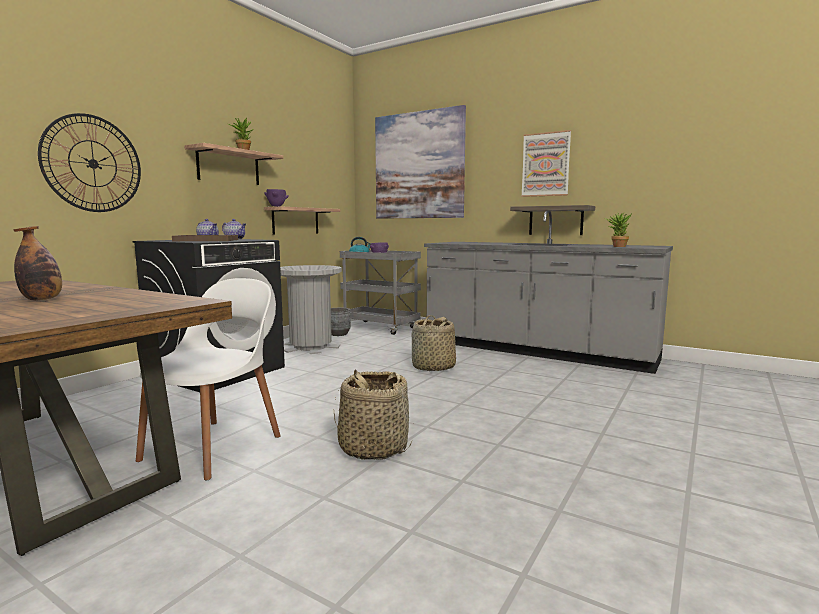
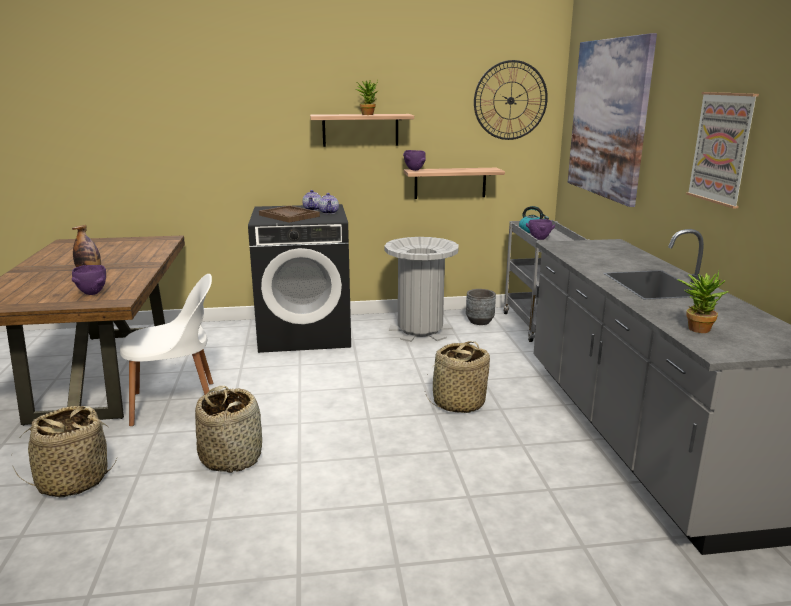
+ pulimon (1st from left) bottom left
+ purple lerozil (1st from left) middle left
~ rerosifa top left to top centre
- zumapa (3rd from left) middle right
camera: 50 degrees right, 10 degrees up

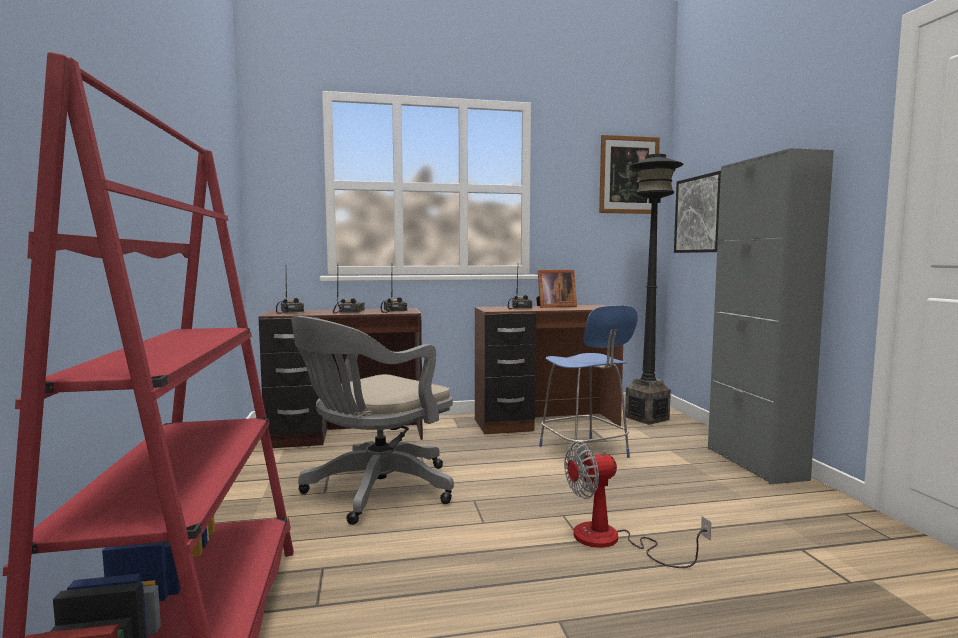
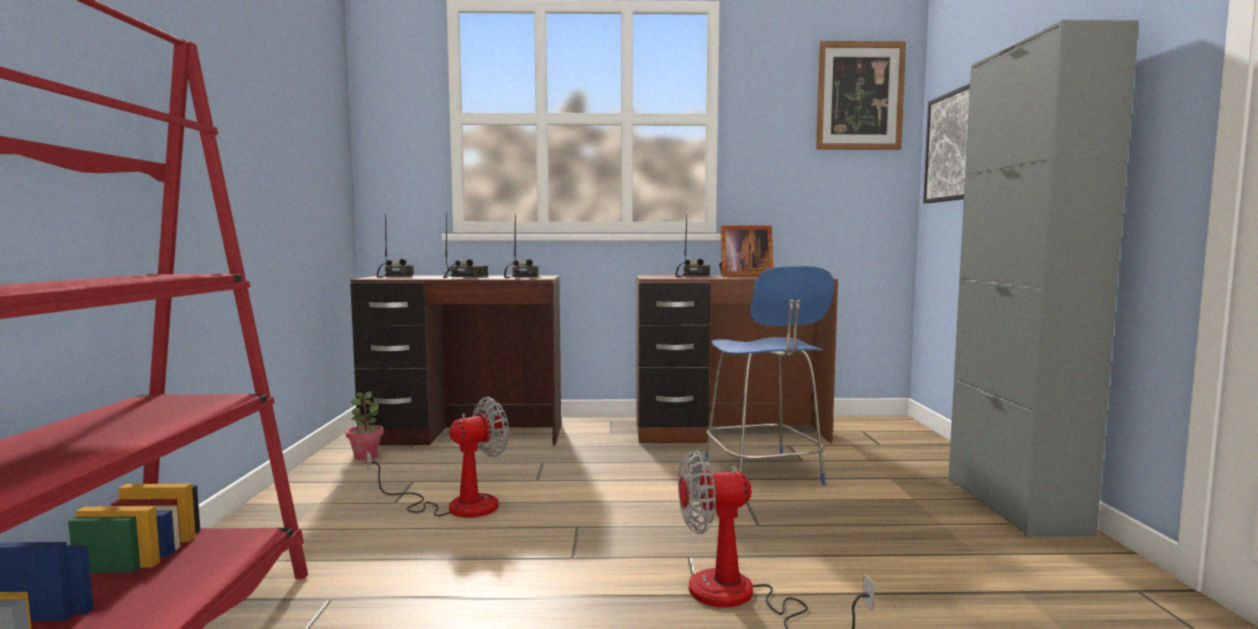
+ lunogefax bottom left
~ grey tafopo centre to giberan (1st from left) bottom centre
- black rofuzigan middle right
camera: 10 degrees right, 0 degrees up

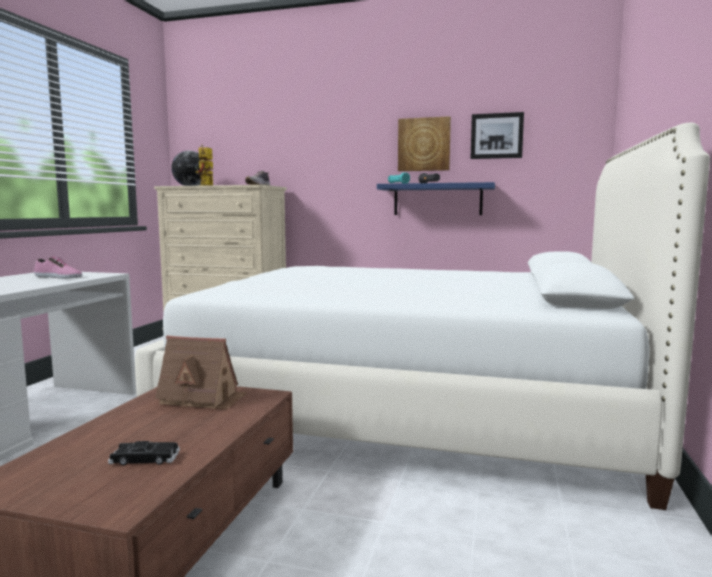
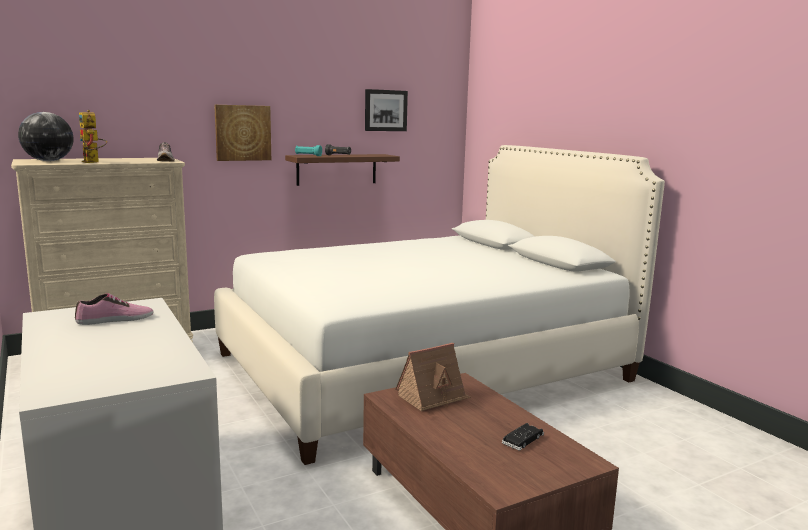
~ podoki (1st from left) top centre to top left
~ blue zumapa centre to brown zumapa top centre
camera: 45 degrees left, 5 degrees up

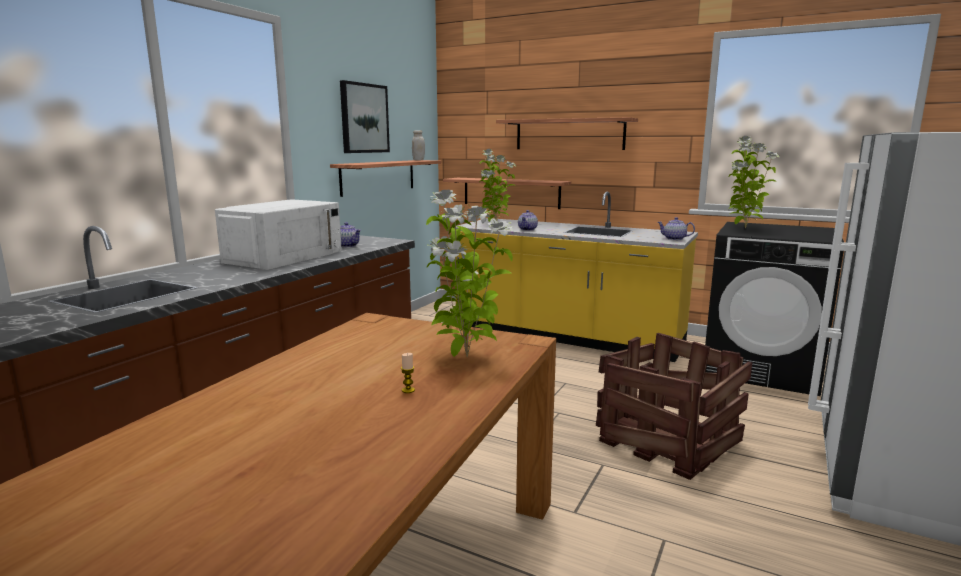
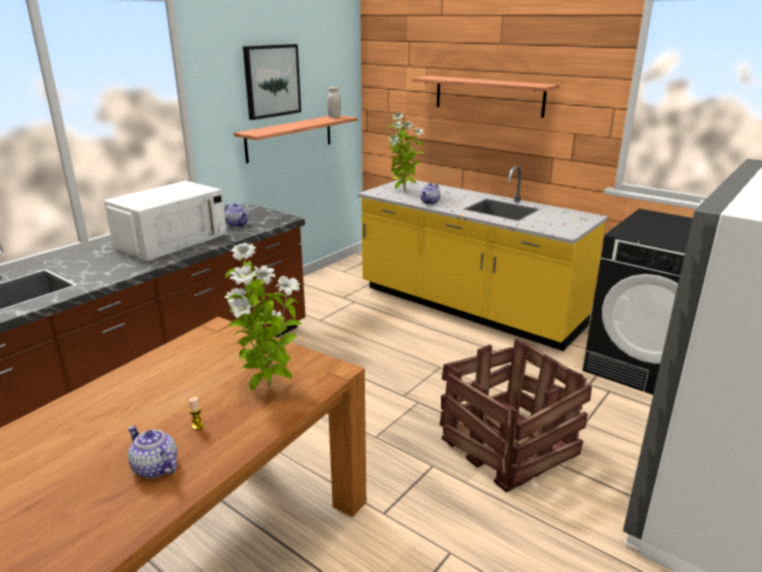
~ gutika (3rd from left in the first image) middle right to gutika (1st from left) bottom left
- zumapa (2nd from left) centre
- lunogefax (3rd from left) top right
camera: 10 degrees right, 10 degrees up

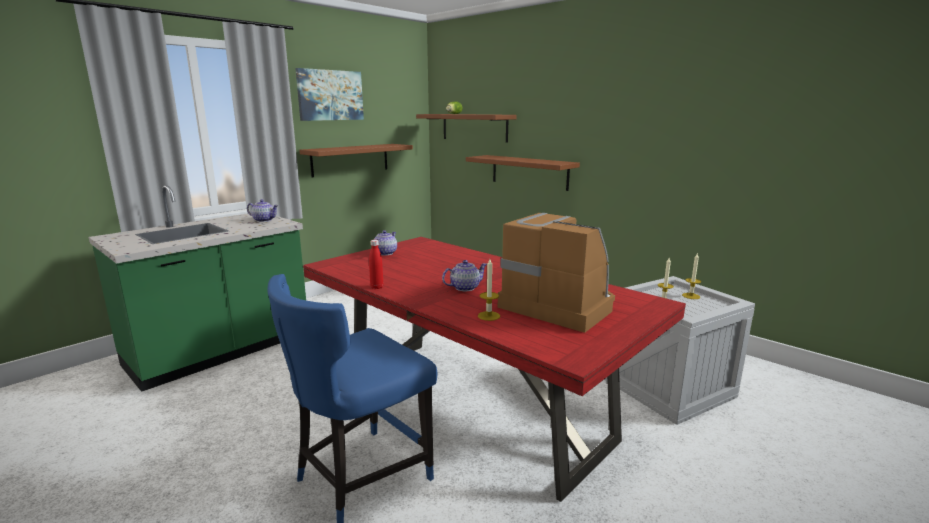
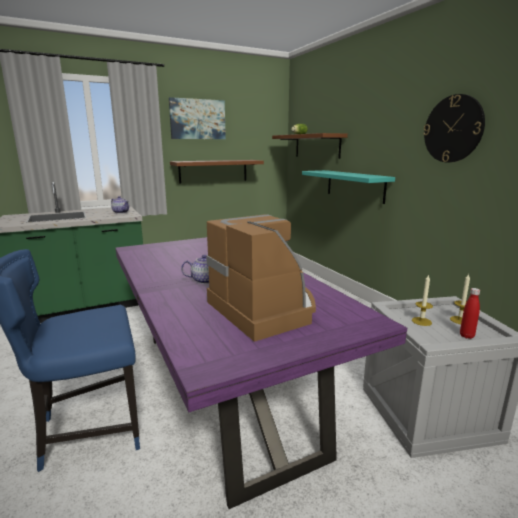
~ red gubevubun bottom centre to purple gubevubun bottom centre
~ brown zumapa (3rd from left) top centre to turquoise zumapa middle right
+ rerosifa top right
~ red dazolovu centre to middle right
- gutika (2nd from left) centre
- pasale (1st from left) centre
camera: 20 degrees right, 0 degrees up

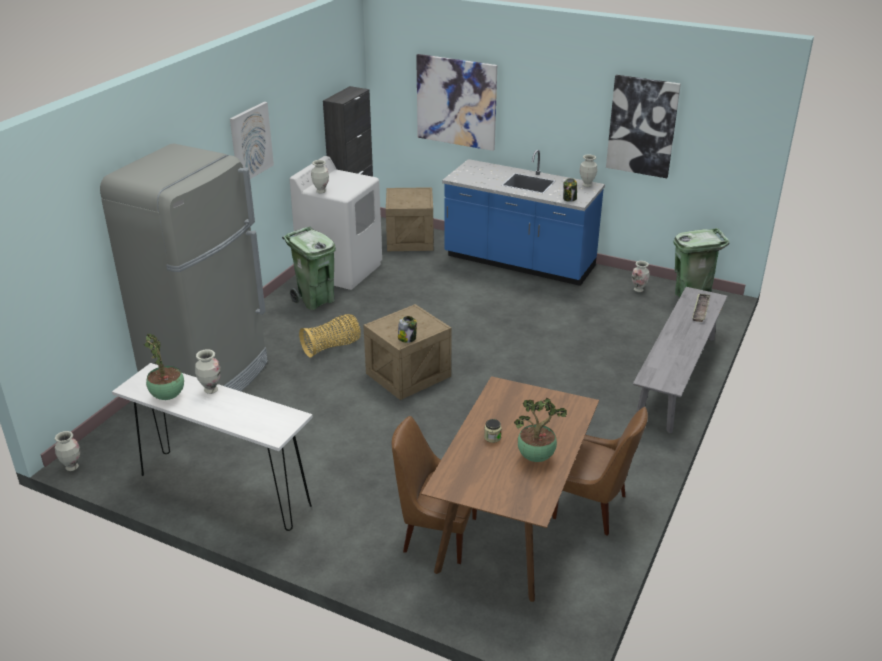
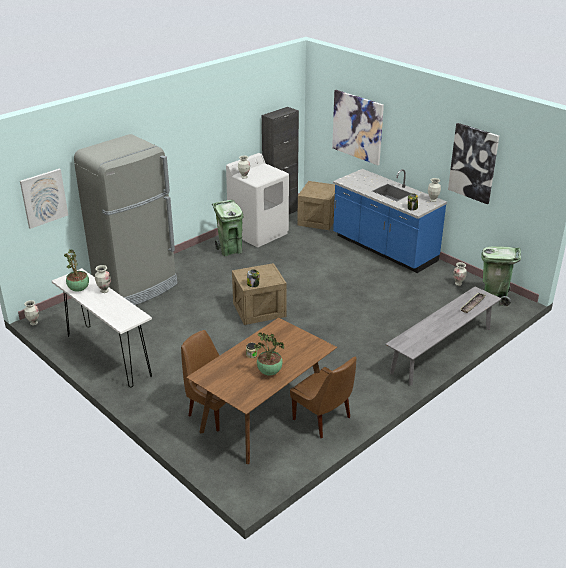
~ podoki (1st from left) top left to middle left
- pulimon centre
camera: 20 degrees right, 0 degrees up

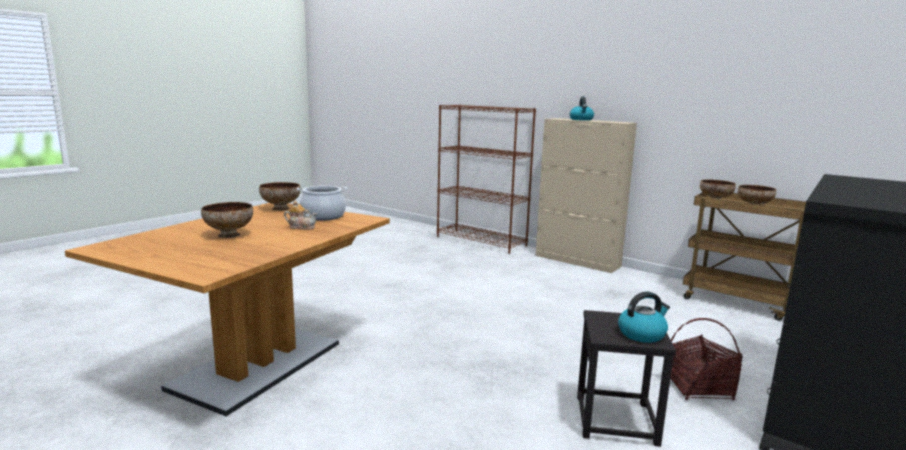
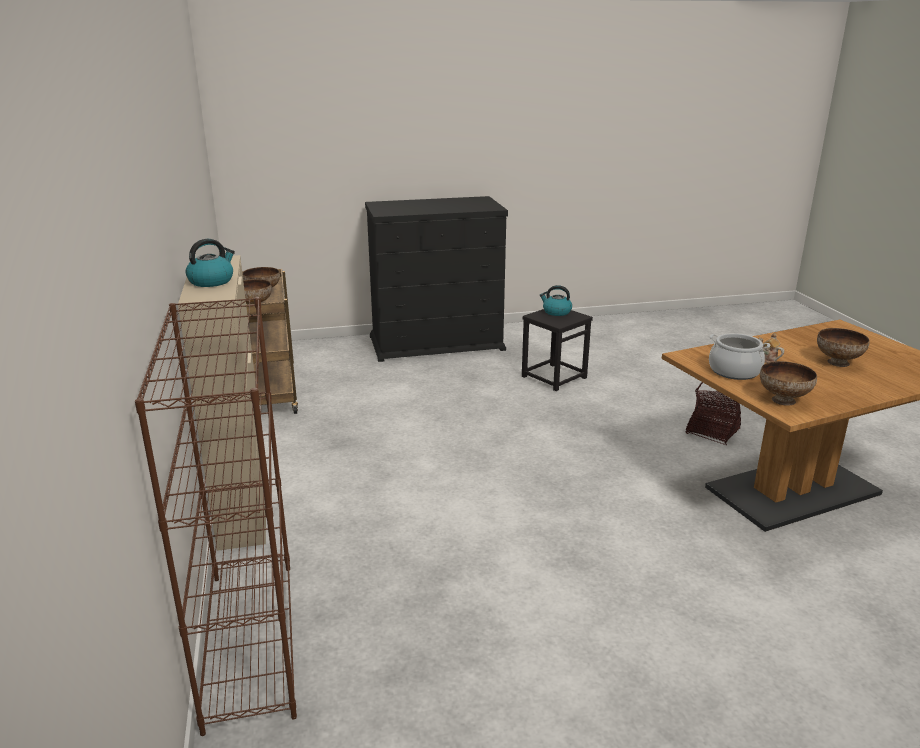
~ pulimon bottom right to middle right
camera: 140 degrees left, 10 degrees up

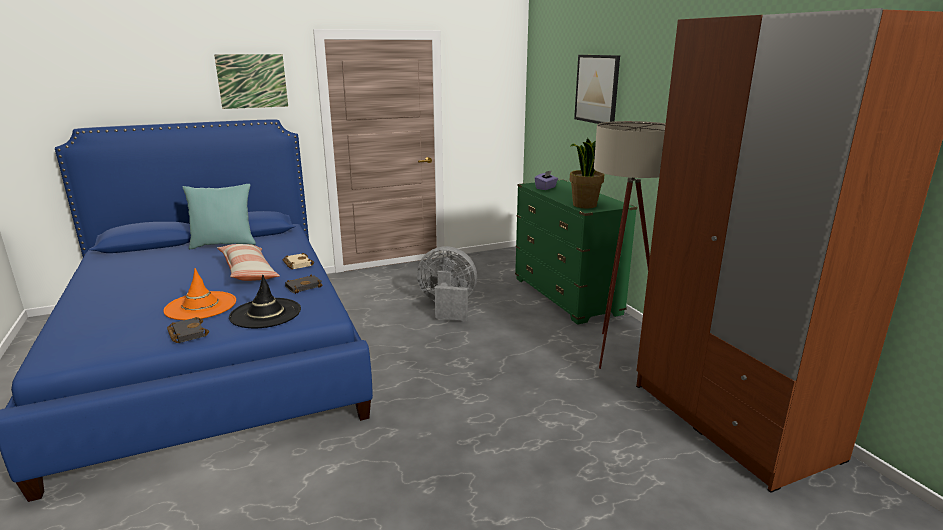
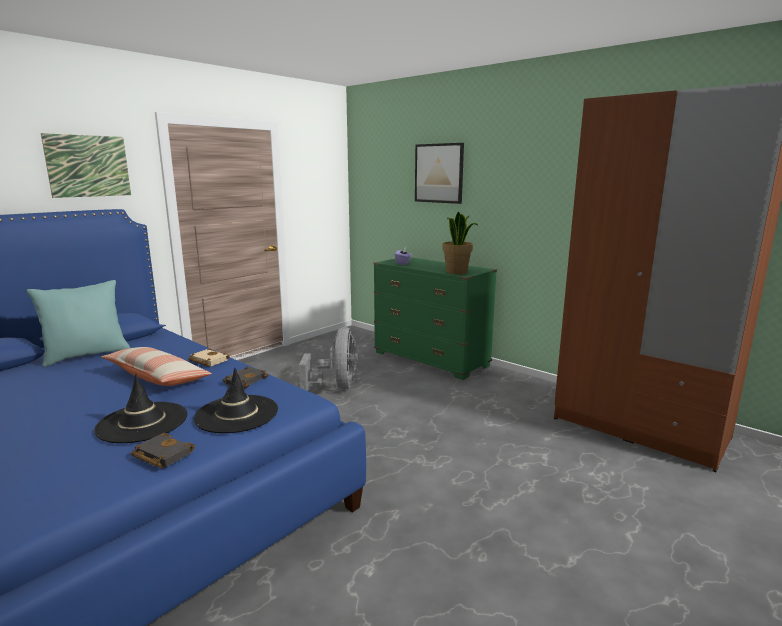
~ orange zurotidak middle left to black zurotidak (1st from left) middle left
~ grey giberan centre = centre 105 degrees clockwise
- beige rofuzigan middle right
camera: 25 degrees left, 5 degrees down

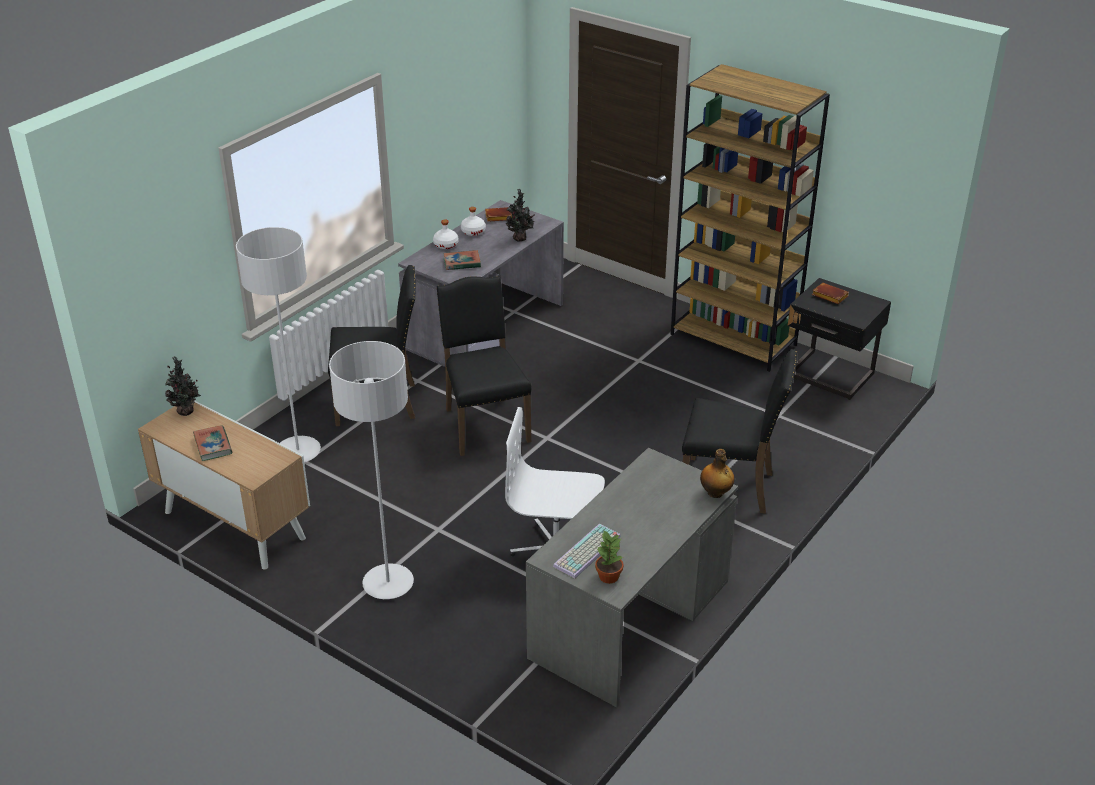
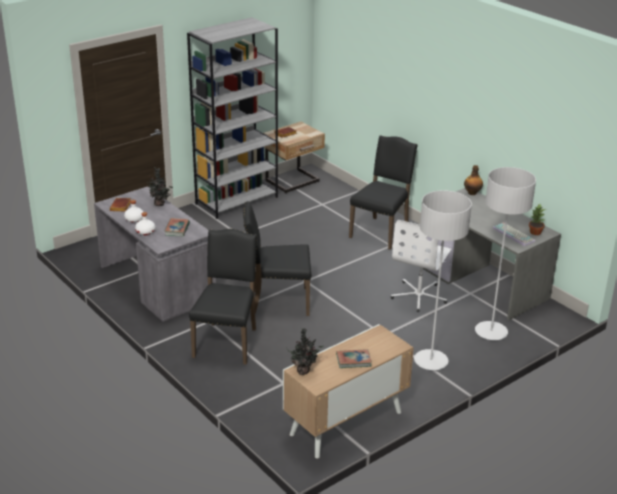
~ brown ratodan top right to grey ratodan top centre
~ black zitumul middle right to beige zitumul top centre
~ grey rofuzigan (1st from left in the first image) middle left to grey rofuzigan (2nd from left) middle right
camera: 75 degrees left, 5 degrees down

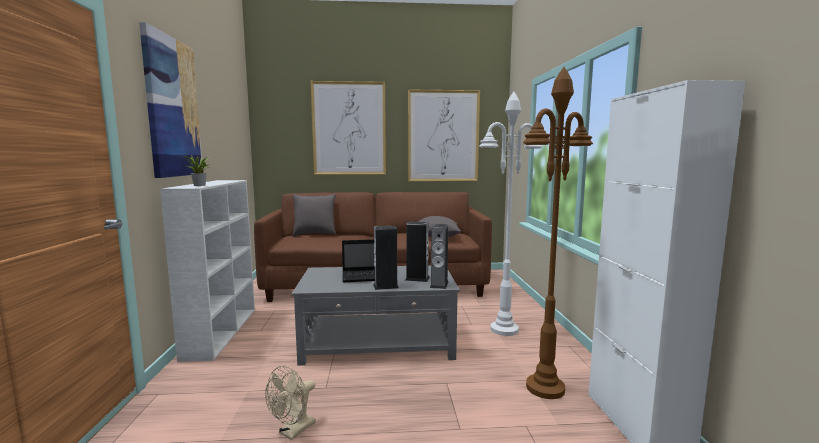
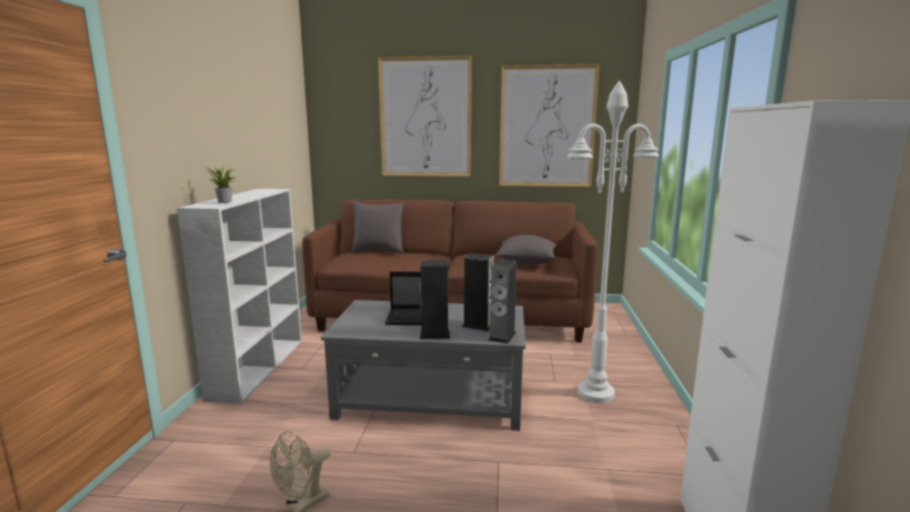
- podoki (1st from left) top left
- brown rofuzigan middle right
camera: 10 degrees right, 5 degrees up

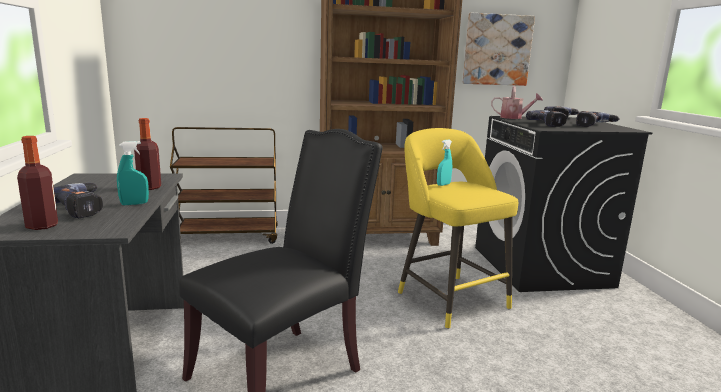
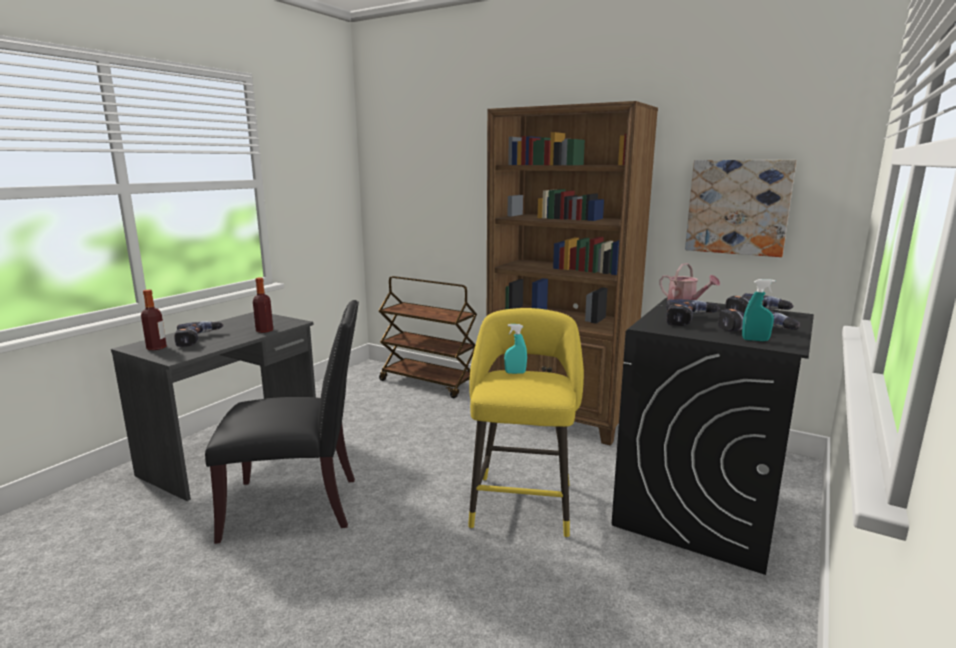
~ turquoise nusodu (1st from left in the first image) middle left to turquoise nusodu (2nd from left) middle right
camera: 40 degrees right, 0 degrees up

